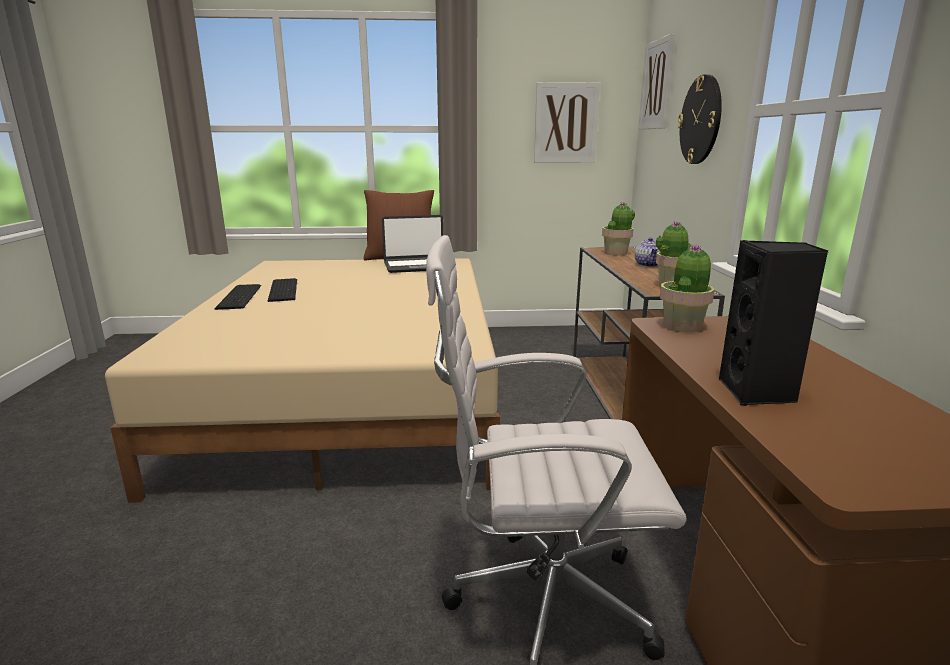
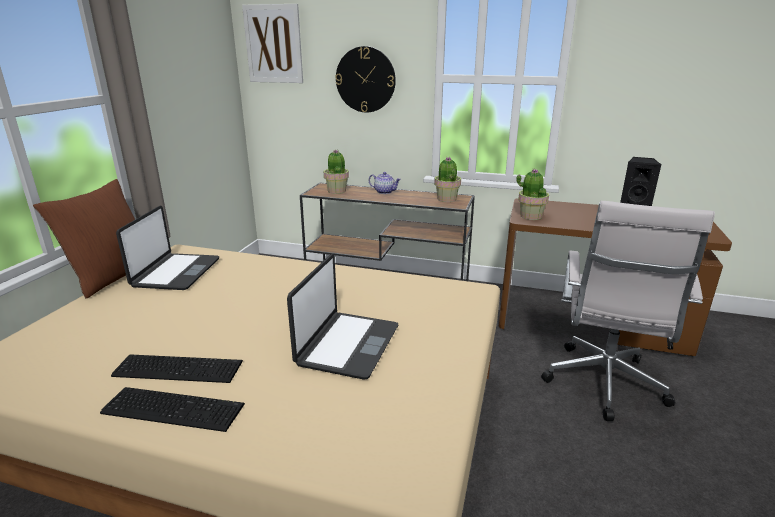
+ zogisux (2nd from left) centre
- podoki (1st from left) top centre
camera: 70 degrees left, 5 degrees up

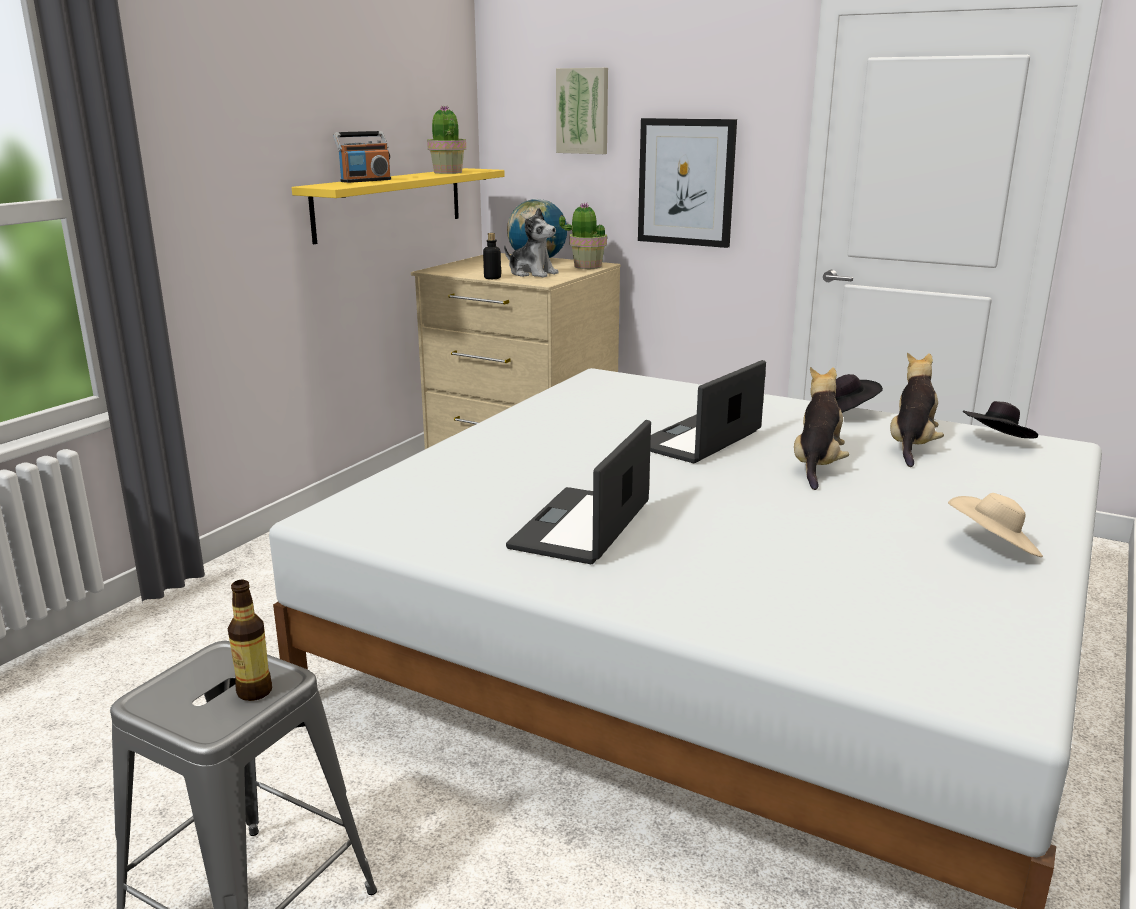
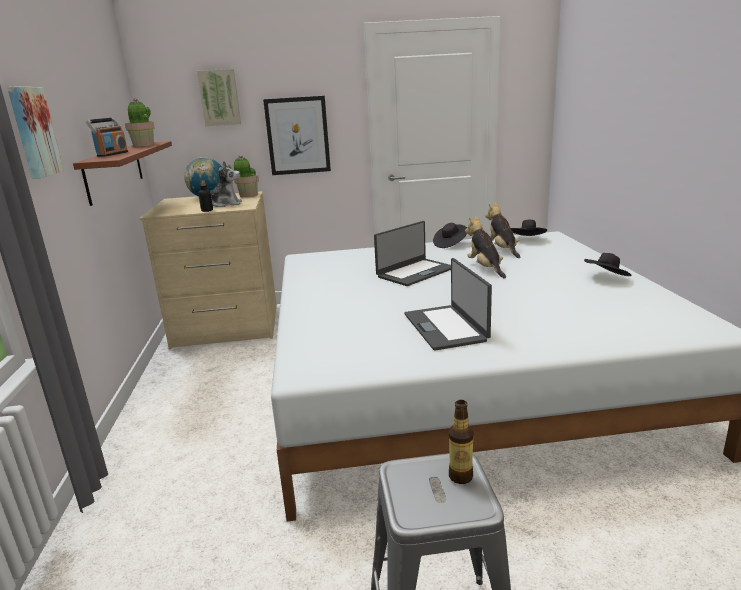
+ podoki (1st from left) top left
~ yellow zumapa top centre to brown zumapa top left
~ zogisux (2nd from left in the first image) centre = centre 135 degrees counterclockwise
~ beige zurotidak middle right to black zurotidak (3rd from left) middle right
camera: 35 degrees left, 0 degrees up

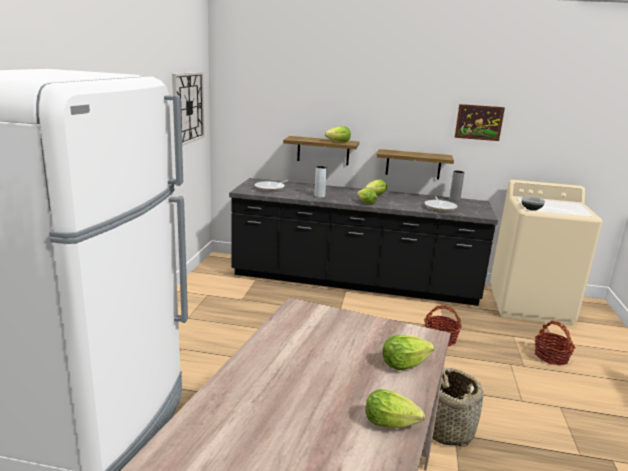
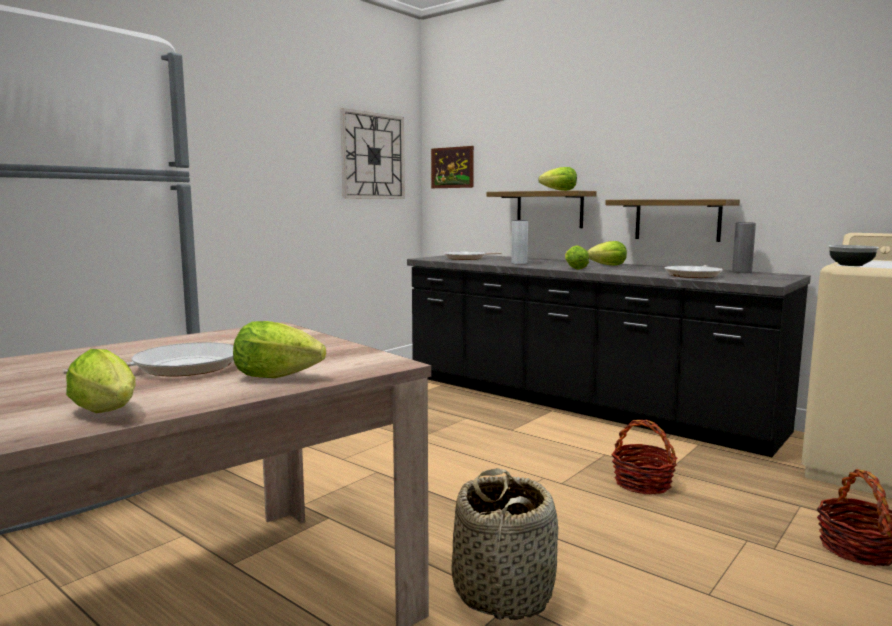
+ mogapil (1st from left) middle left
~ podoki top right to top centre
camera: 30 degrees right, 10 degrees down

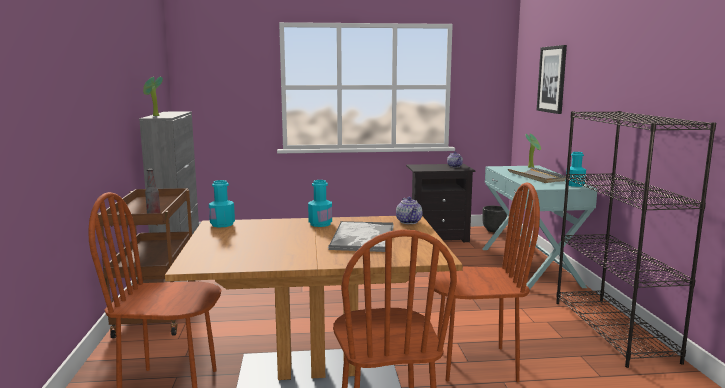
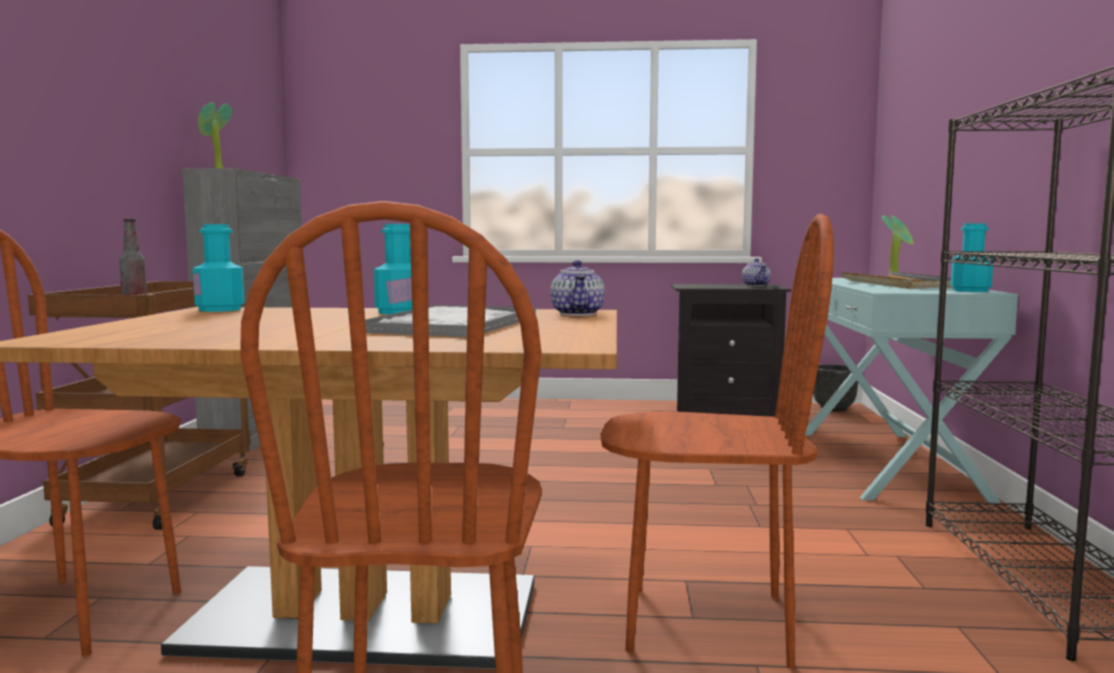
- podoki top right
camera: 10 degrees right, 5 degrees down

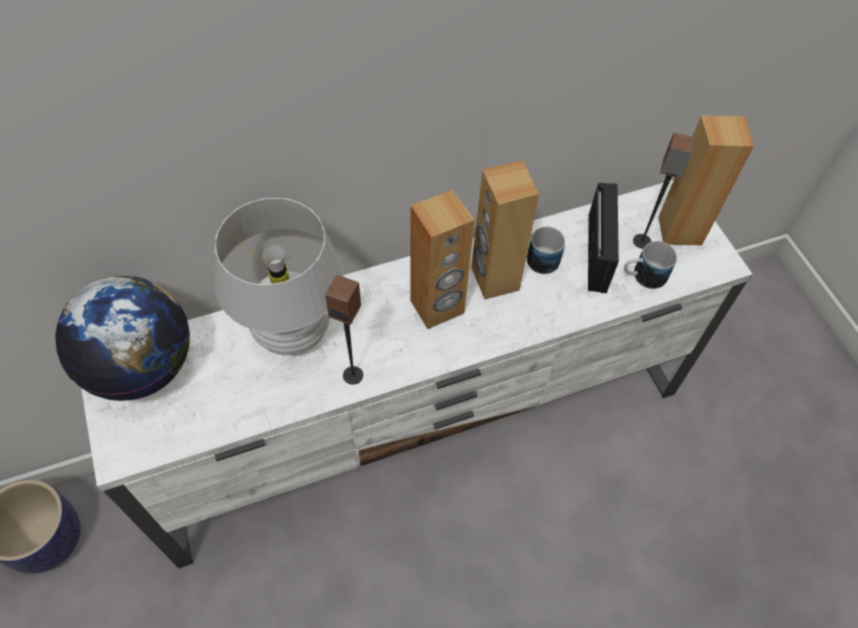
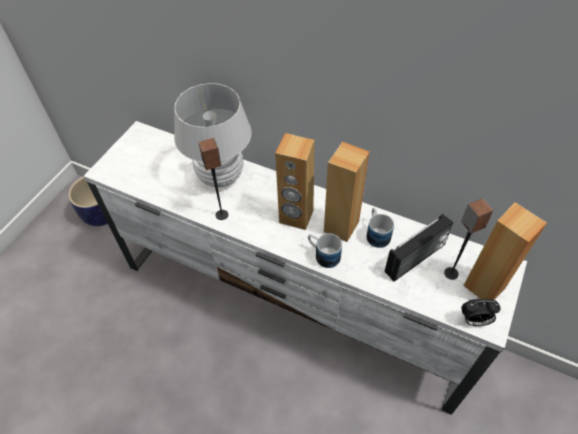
~ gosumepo (2nd from left in the first image) middle right to gosumepo (1st from left) centre
+ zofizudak bottom right
- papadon middle left
camera: 50 degrees right, 5 degrees down

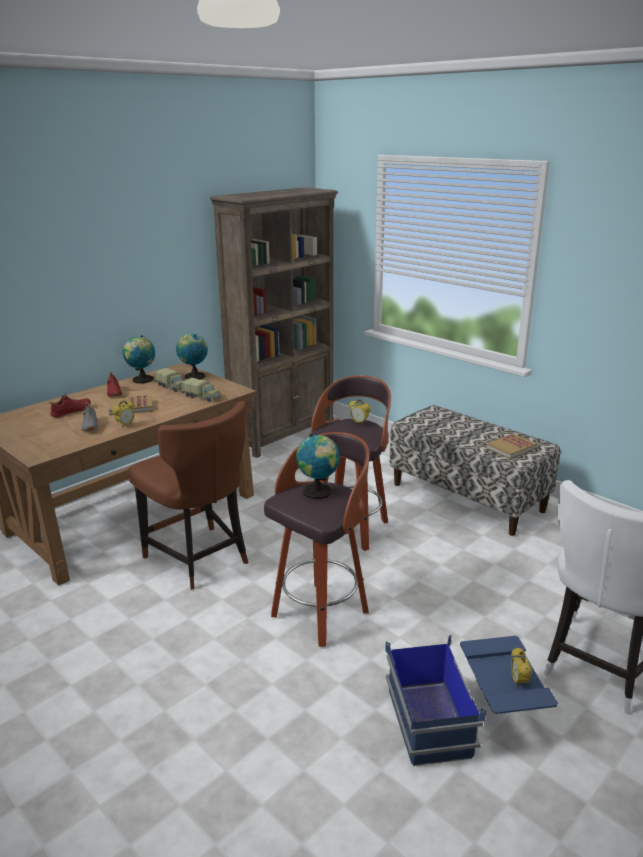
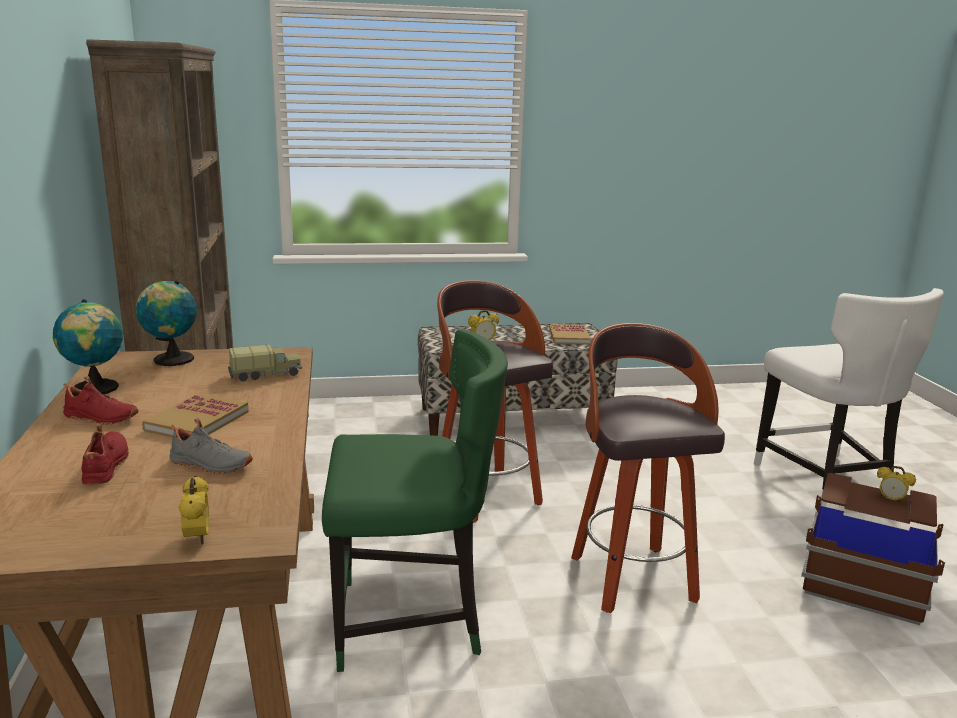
~ zofizudak (1st from left) middle left to bottom left
~ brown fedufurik middle left to green fedufurik bottom centre
~ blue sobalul bottom right to brown sobalul bottom right
- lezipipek (1st from left) middle left
- papadon (3rd from left) centre
camera: 55 degrees left, 5 degrees down

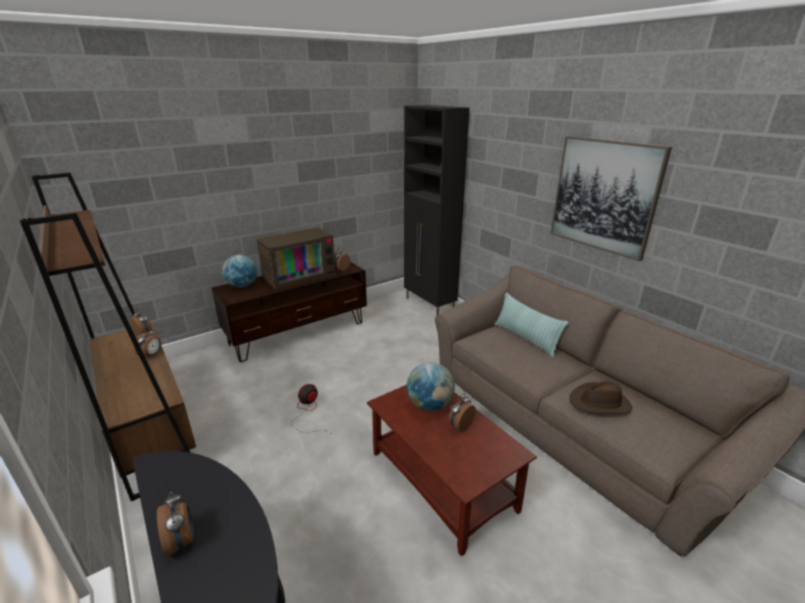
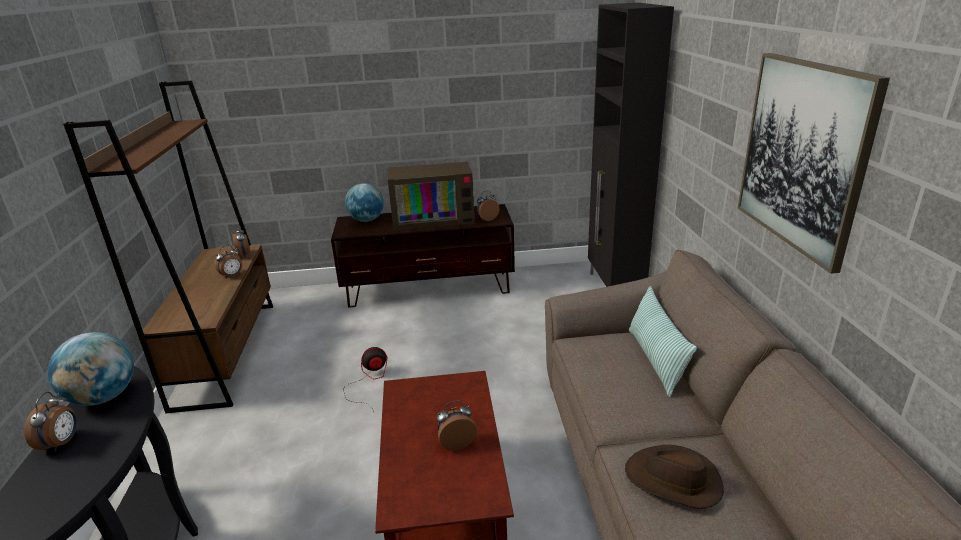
~ papadon (2nd from left in the first image) centre to papadon (1st from left) bottom left
camera: 30 degrees right, 0 degrees up

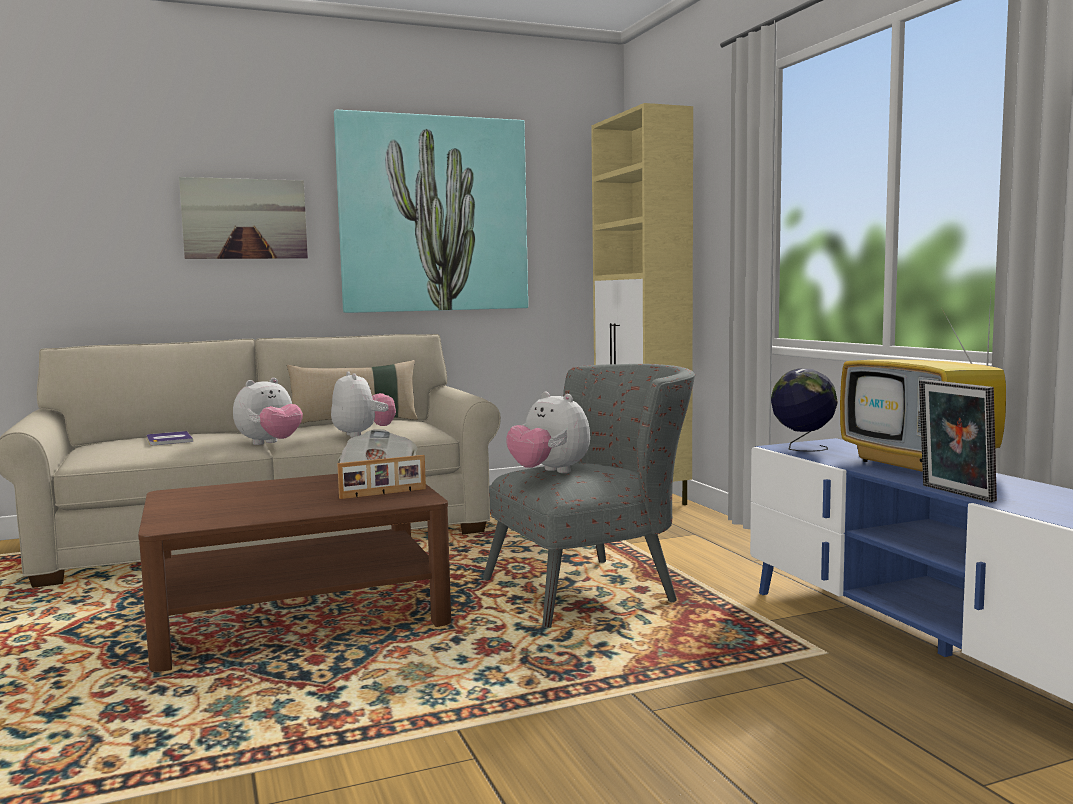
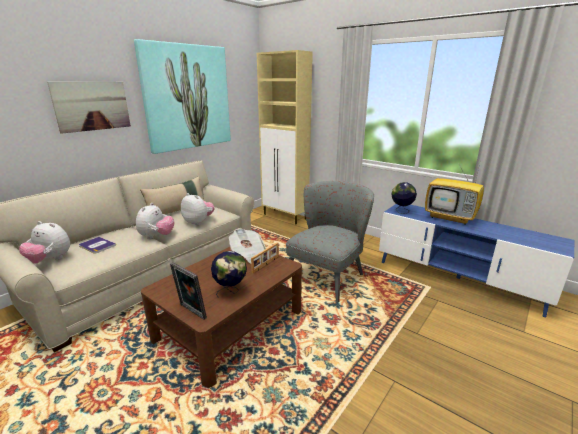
~ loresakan (3rd from left in the first image) centre to loresakan (1st from left) middle left
~ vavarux (2nd from left in the first image) middle right to vavarux (1st from left) bottom left
+ papadon (1st from left) centre
camera: 30 degrees left, 15 degrees up

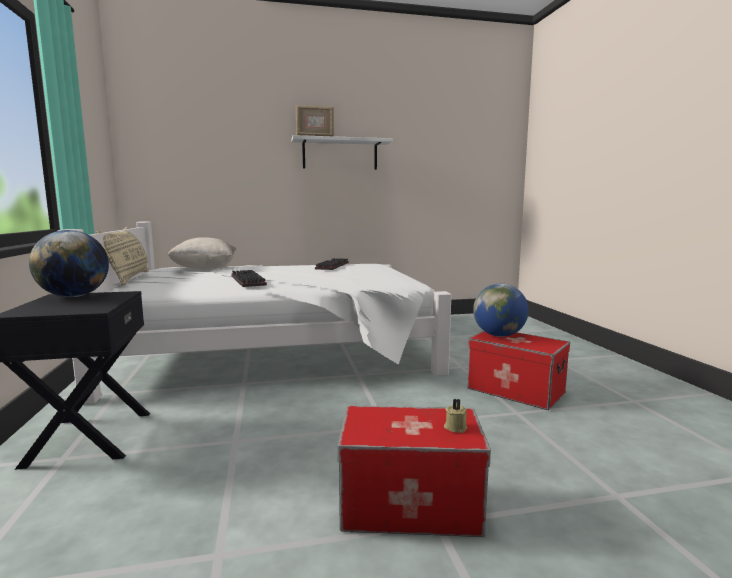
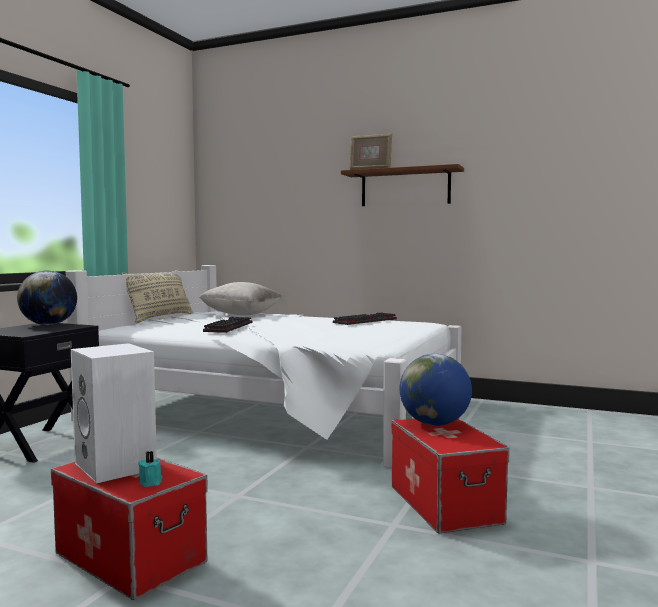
+ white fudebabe bottom left
~ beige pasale bottom centre to turquoise pasale bottom left
~ white zumapa top centre to brown zumapa top centre
camera: 35 degrees right, 5 degrees down

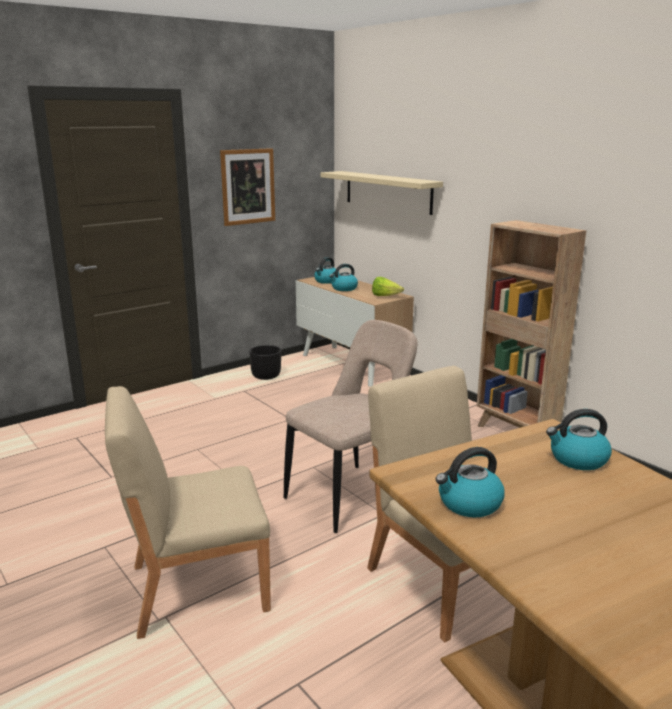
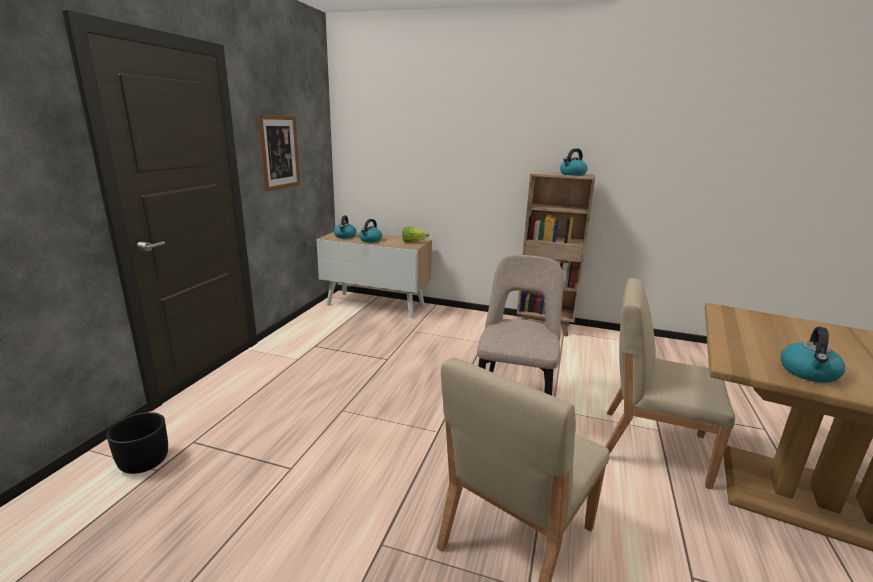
~ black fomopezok centre to bottom left
~ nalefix (4th from left in the first image) middle right to nalefix (3rd from left) top centre
- beige zumapa top centre
camera: 35 degrees left, 0 degrees up

